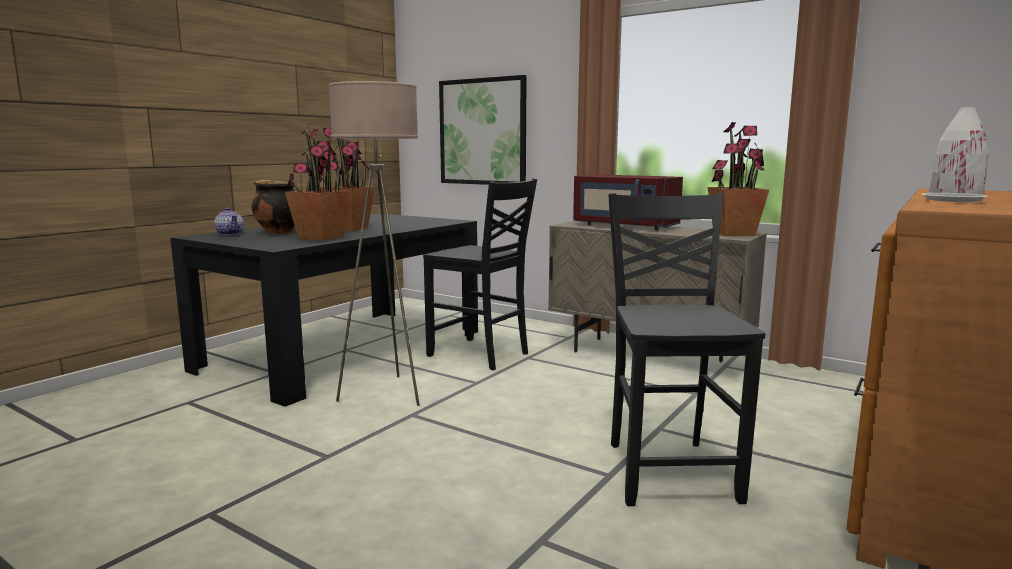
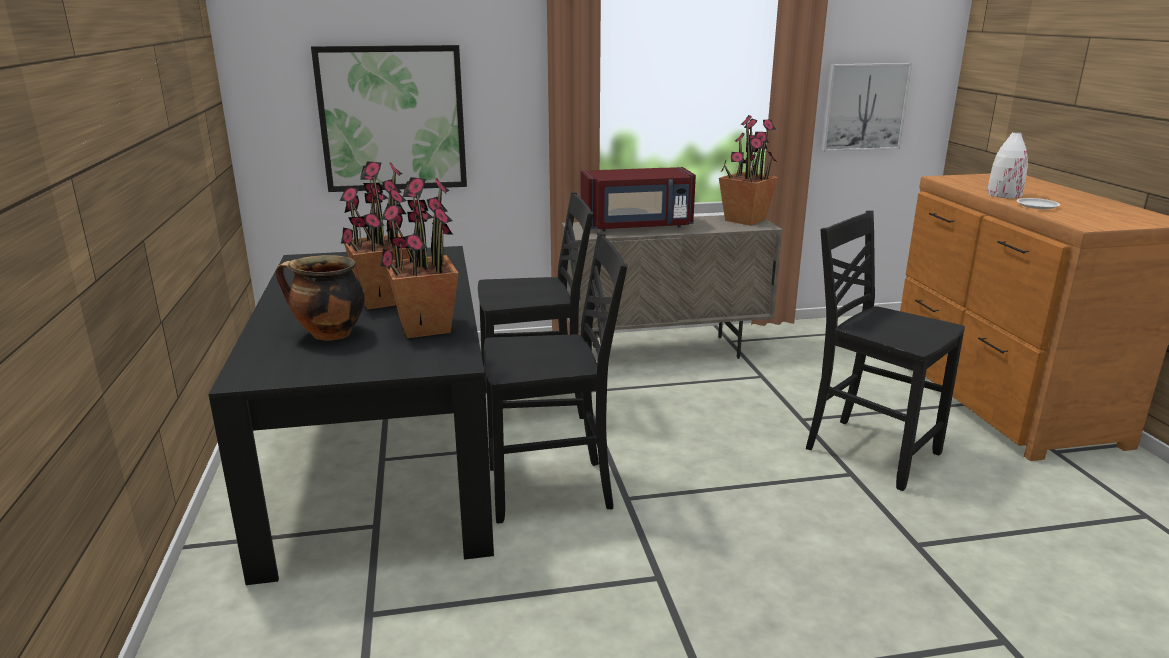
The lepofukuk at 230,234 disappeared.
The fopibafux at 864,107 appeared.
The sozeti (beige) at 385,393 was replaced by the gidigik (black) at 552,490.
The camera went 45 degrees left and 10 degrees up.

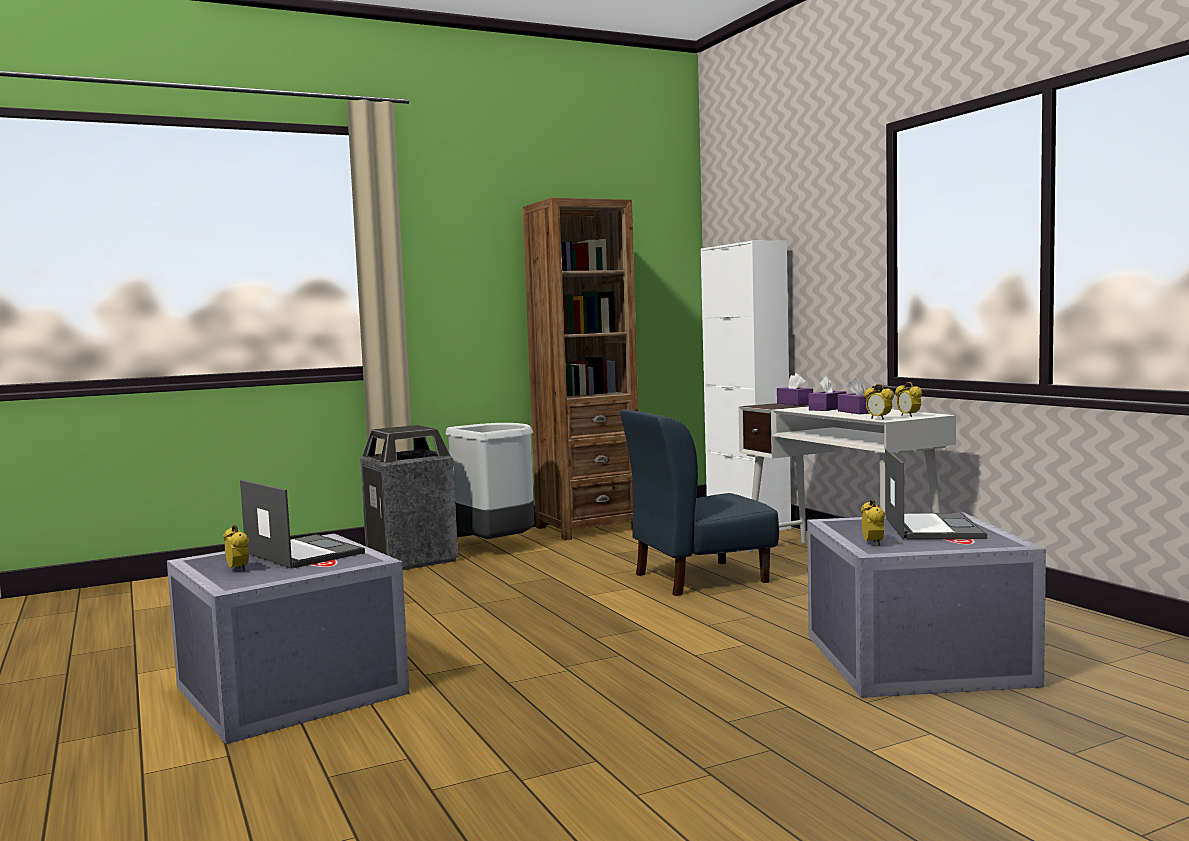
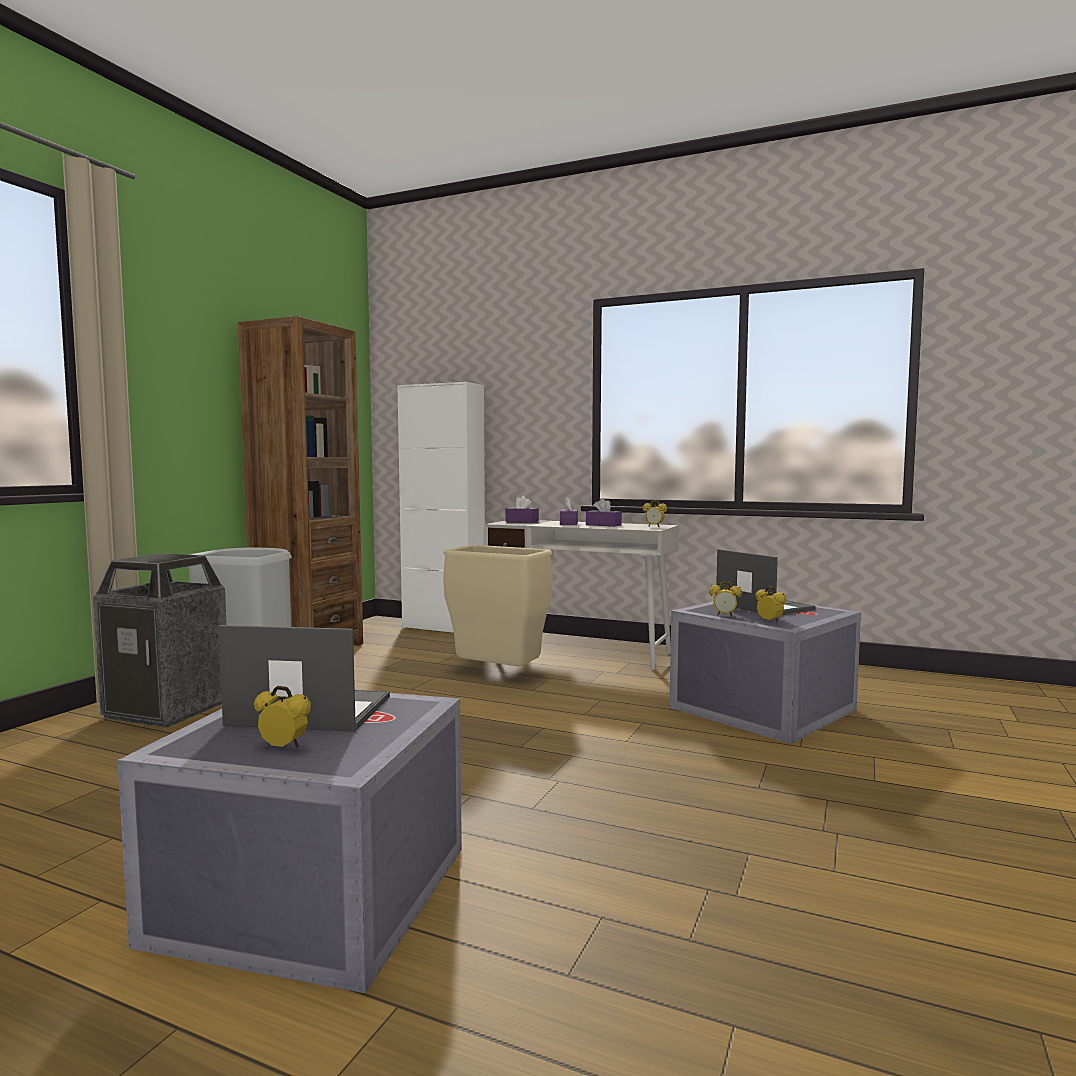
The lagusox moved from 879,419 to 724,615.
The gidigik (blue) at 699,578 was replaced by the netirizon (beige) at 497,677.
The camera went 40 degrees left and 0 degrees up.

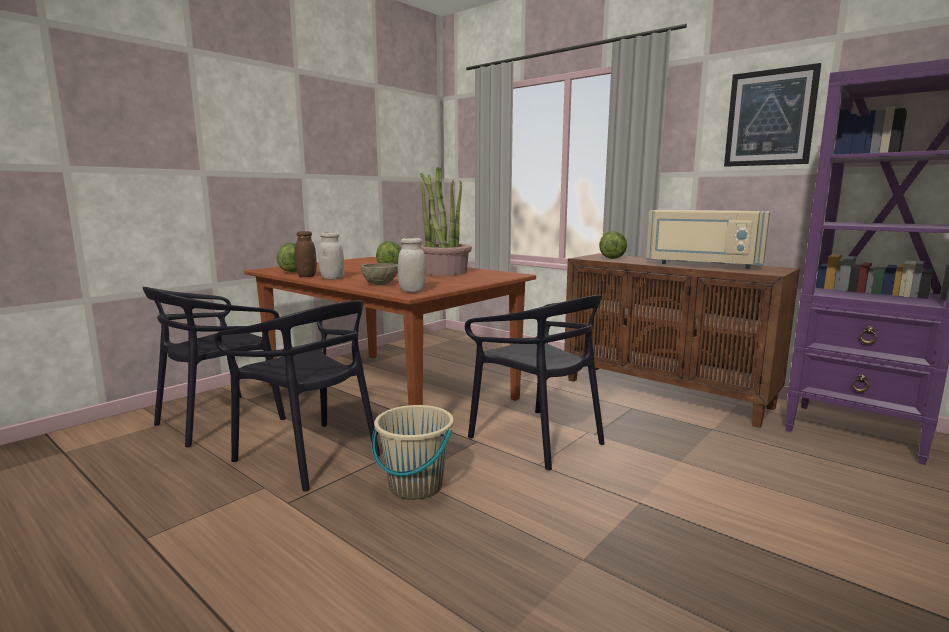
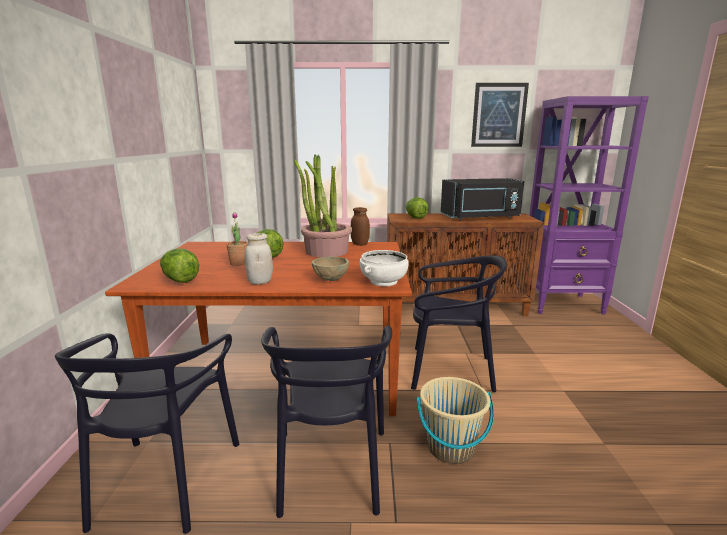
The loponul at 238,263 appeared.
The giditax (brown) moved from 306,276 to 360,244.
The giditax (white) at 412,291 was replaced by the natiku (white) at 383,281.
The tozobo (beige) at 703,265 became the tozobo (black) at 481,217.
The gidigik (black) at 309,455 turned 90 degrees clockwise.
The camera went 40 degrees left and 5 degrees up.

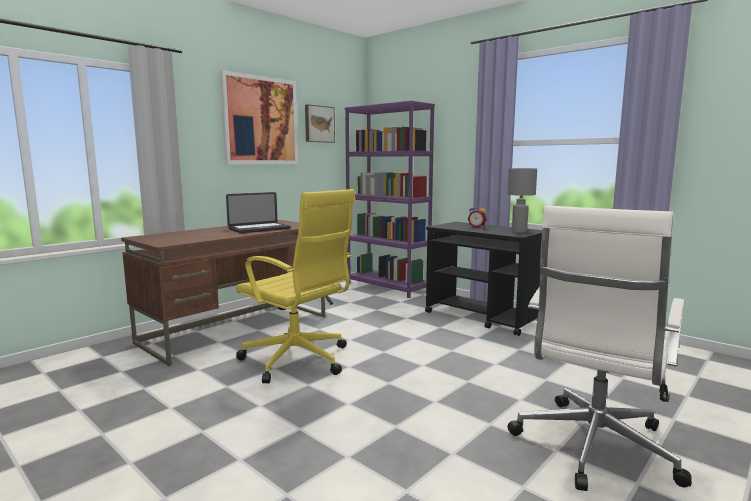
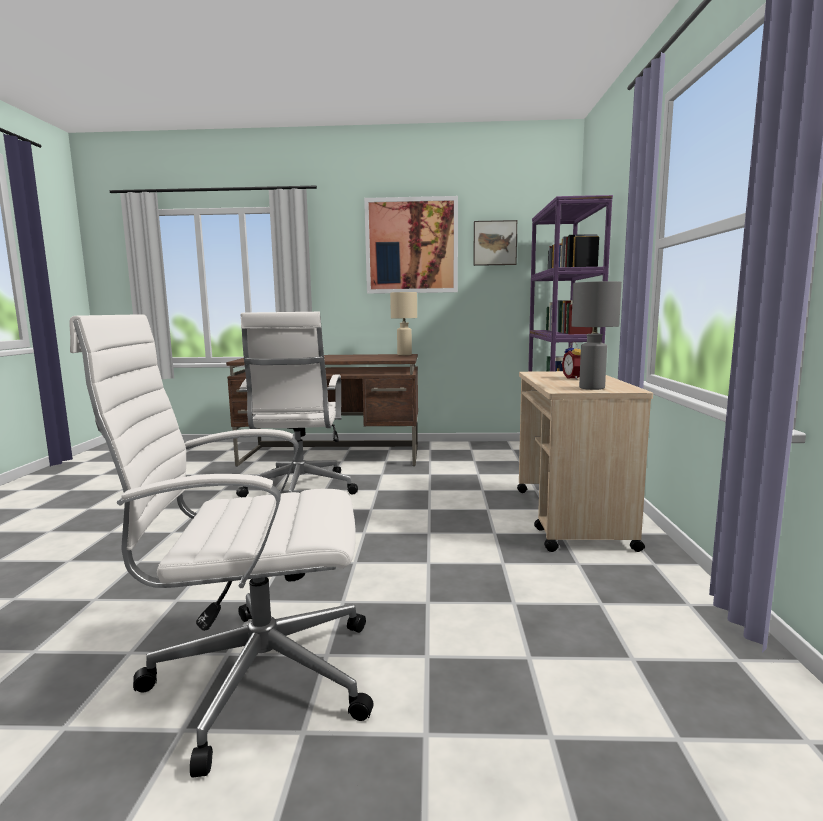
The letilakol at 259,229 disappeared.
The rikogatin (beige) at 404,354 appeared.
The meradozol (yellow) at 298,361 became the meradozol (white) at 299,491.
The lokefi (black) at 483,317 became the lokefi (beige) at 571,518.
The camera went 50 degrees right and 0 degrees up.

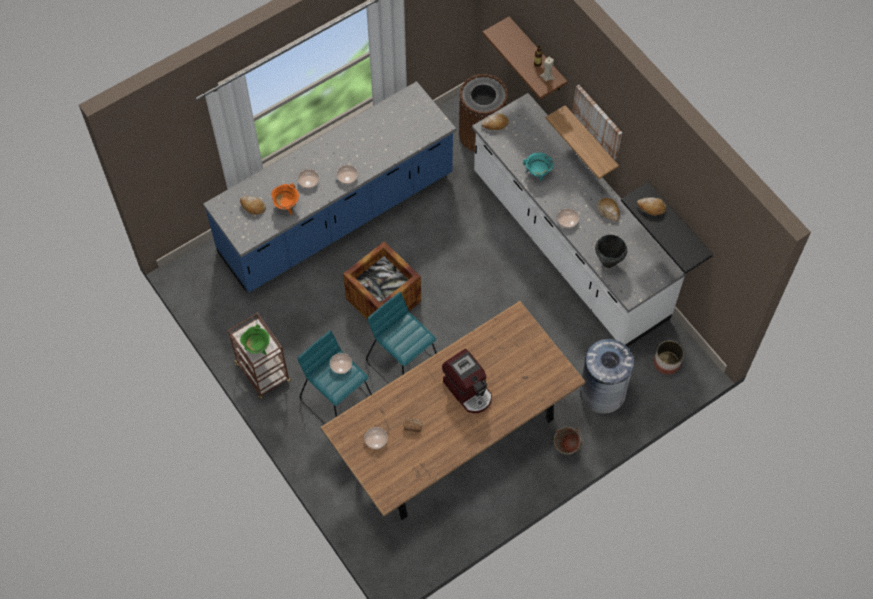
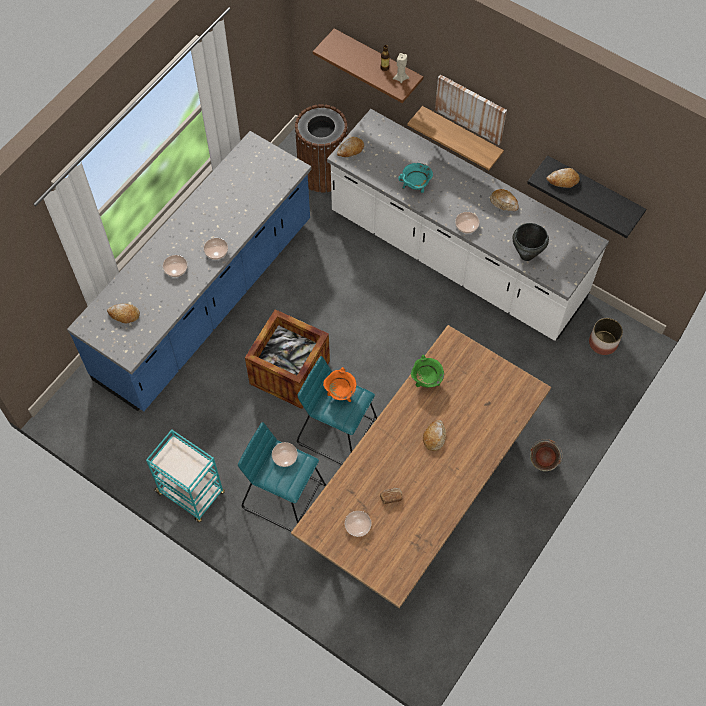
The netirizon (grey) at 602,392 disappeared.
The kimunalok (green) moved from 257,347 to 426,381.
The kimunalok (orange) moved from 286,206 to 340,393.
The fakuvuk at 468,390 was replaced by the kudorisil at 434,437.
The lokefi (brown) at 263,373 became the lokefi (turquoise) at 191,493.
The camera went 20 degrees left and 0 degrees up.

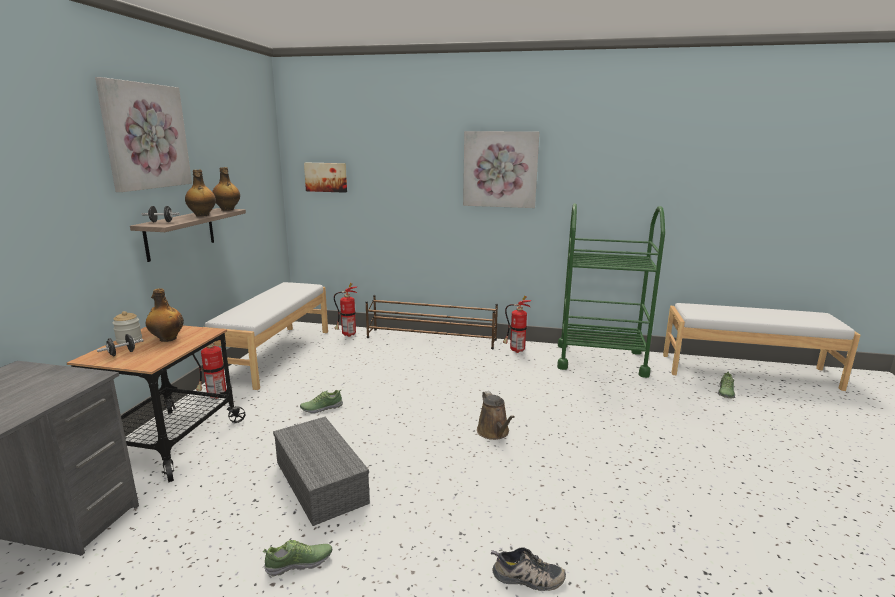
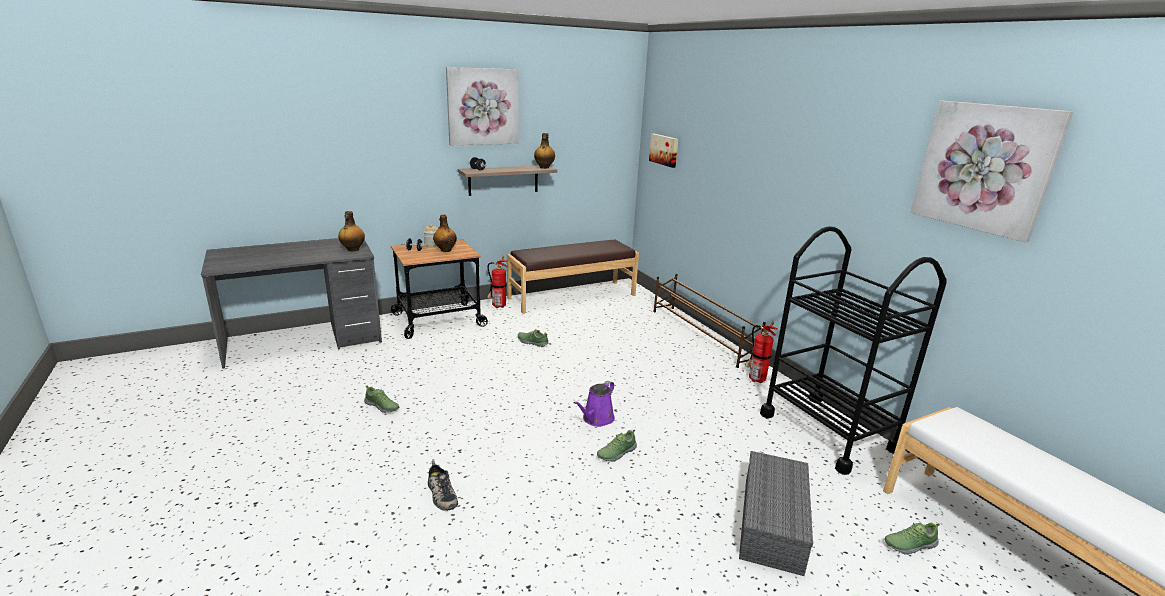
The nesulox at 347,335 disappeared.
The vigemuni at 616,453 appeared.
The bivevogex moved from 202,215 to 352,249.
The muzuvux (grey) moved from 322,482 to 773,525.
The fopibafux moved from 500,169 to 985,167.
The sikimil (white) at 274,355 became the sikimil (brown) at 572,296.
The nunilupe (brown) at 494,432 became the nunilupe (purple) at 596,419.
The lokefi (green) at 600,360 became the lokefi (black) at 827,432.
The camera went 50 degrees right and 5 degrees up.

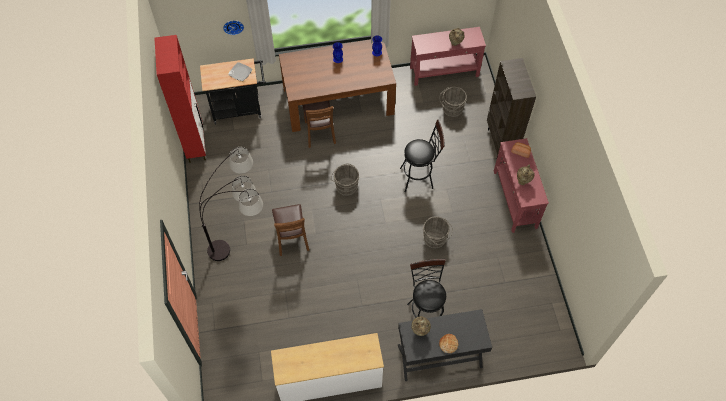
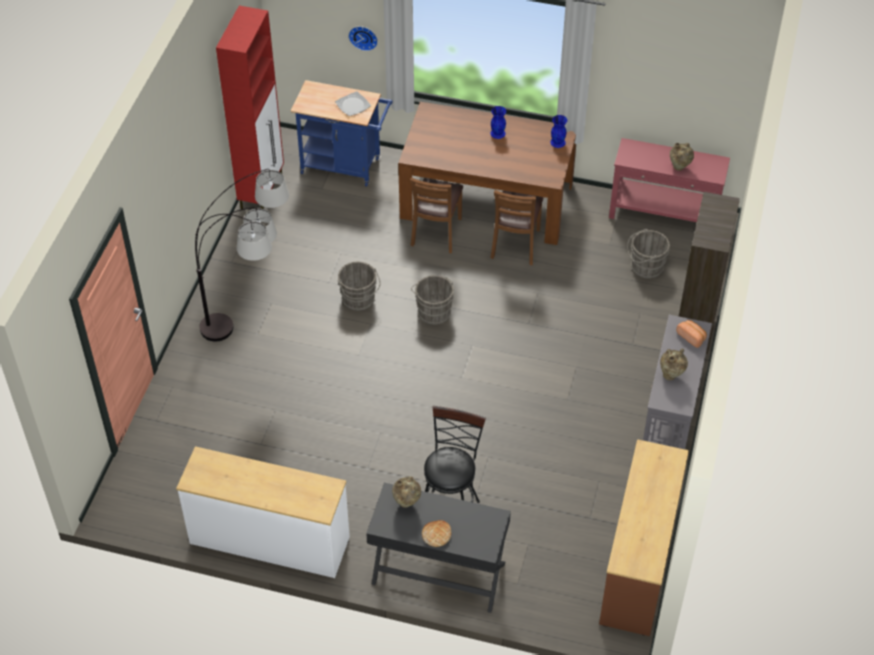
The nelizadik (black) at 420,177 disappeared.
The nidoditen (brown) at 639,565 appeared.
The gidigik (brown) moved from 291,238 to 516,244.
The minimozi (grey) moved from 435,239 to 359,300.
The lokefi (black) at 240,109 became the lokefi (blue) at 345,166.
The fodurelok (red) at 514,199 became the fodurelok (grey) at 670,416.
The camera went 25 degrees right and 10 degrees down.

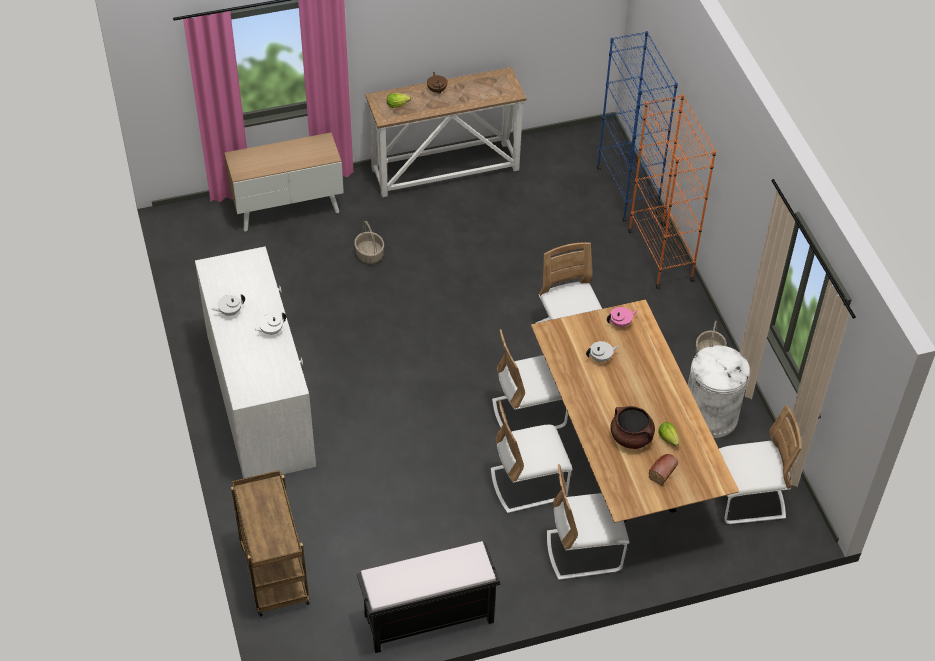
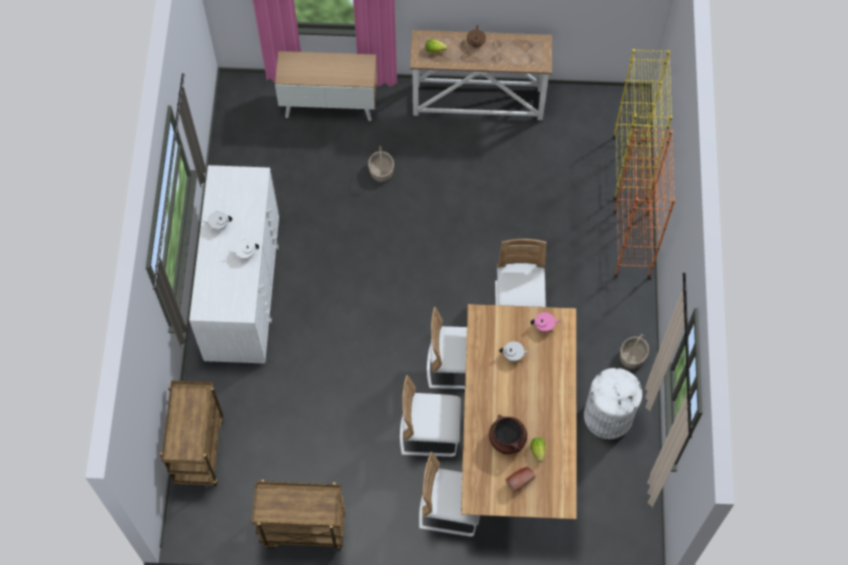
The gidigik (white) at 747,499 disappeared.
The sikimil (black) at 427,620 was replaced by the lokefi (brown) at 303,529.
The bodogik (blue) at 627,190 became the bodogik (yellow) at 630,168.
The camera went 20 degrees right and 15 degrees up.

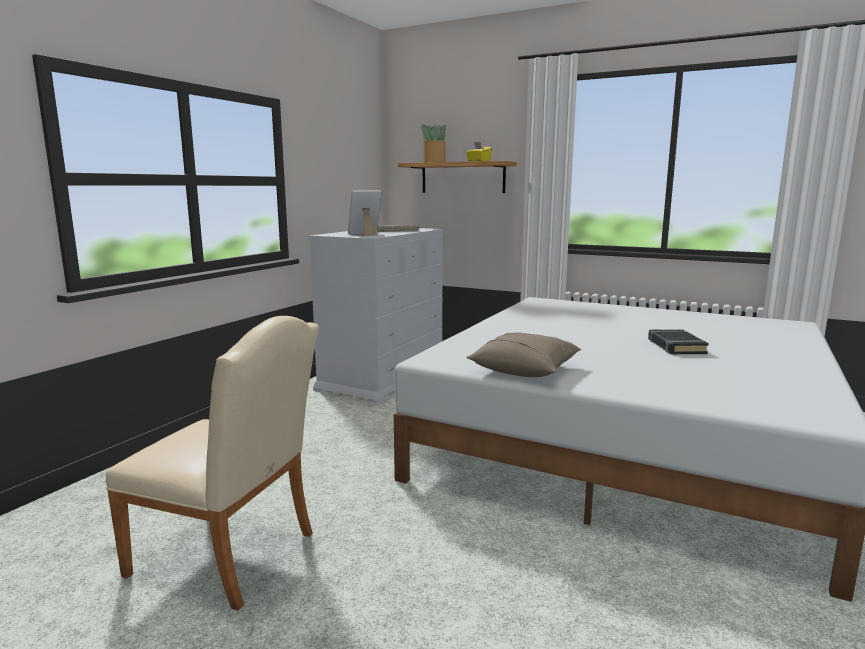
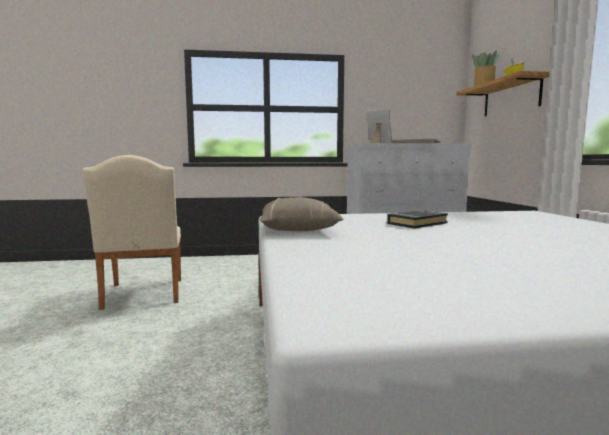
The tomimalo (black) moved from 675,346 to 417,223.
The camera went 55 degrees right and 5 degrees down.

